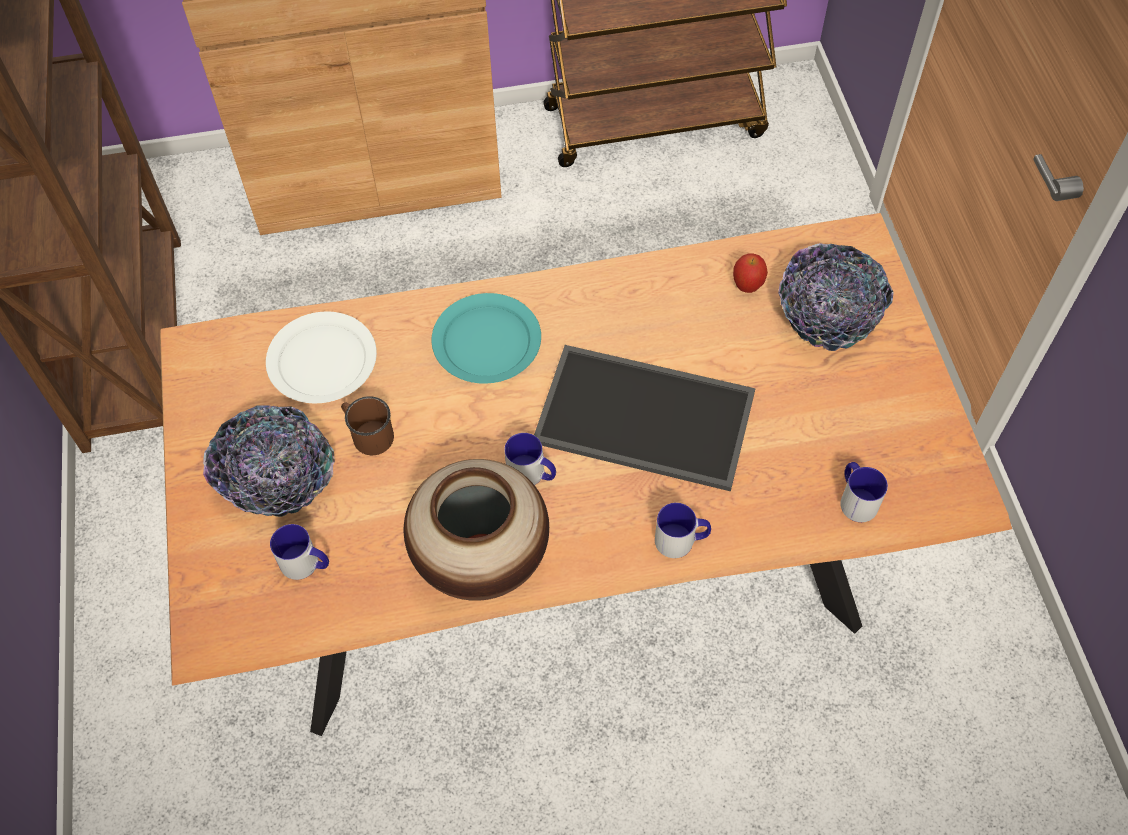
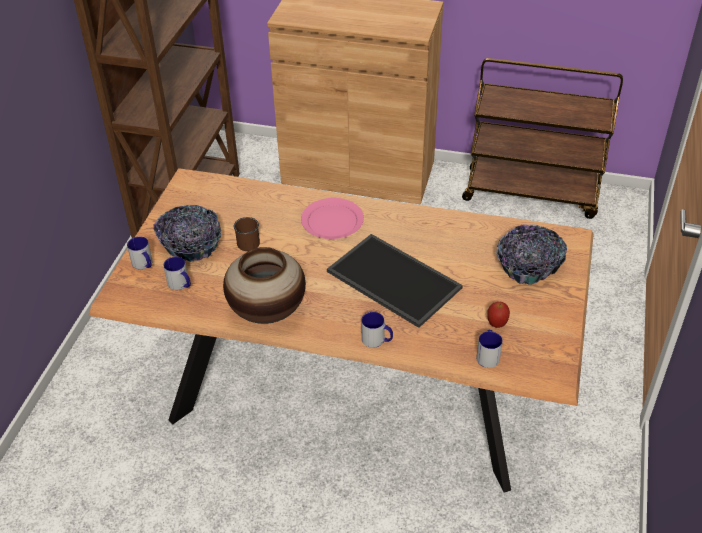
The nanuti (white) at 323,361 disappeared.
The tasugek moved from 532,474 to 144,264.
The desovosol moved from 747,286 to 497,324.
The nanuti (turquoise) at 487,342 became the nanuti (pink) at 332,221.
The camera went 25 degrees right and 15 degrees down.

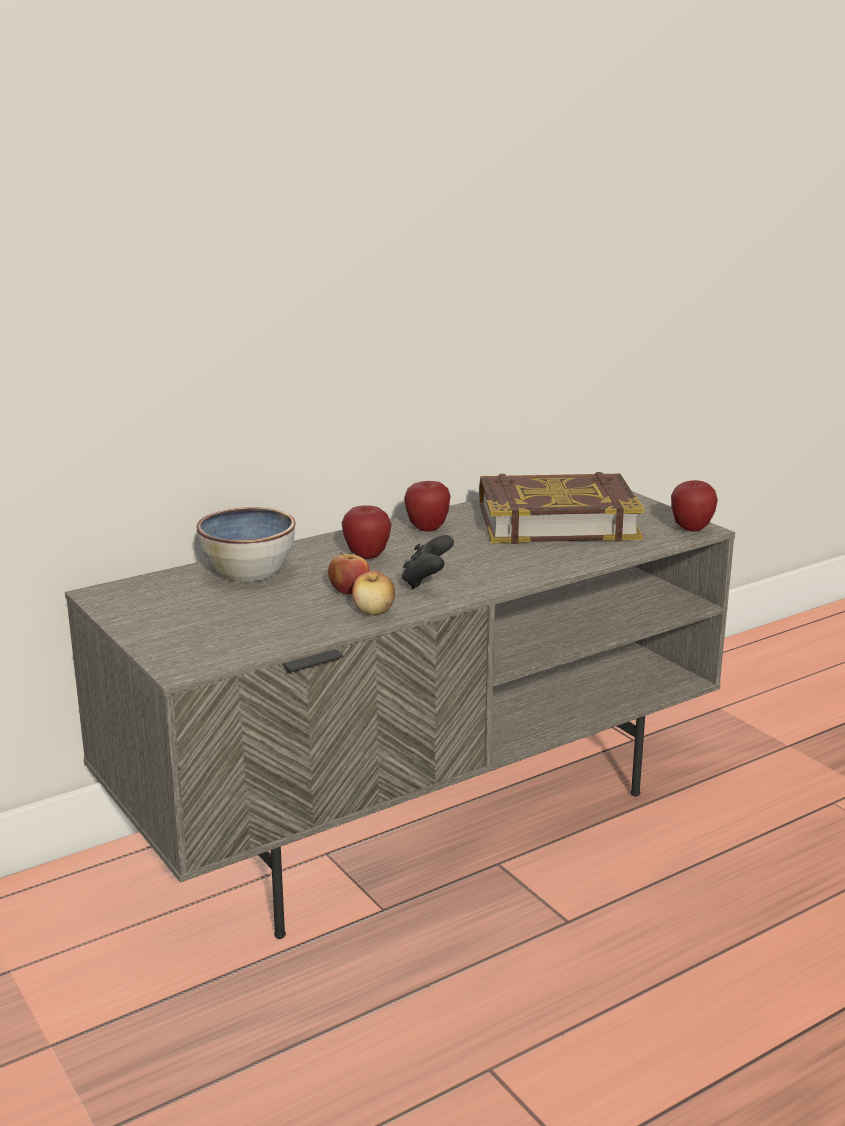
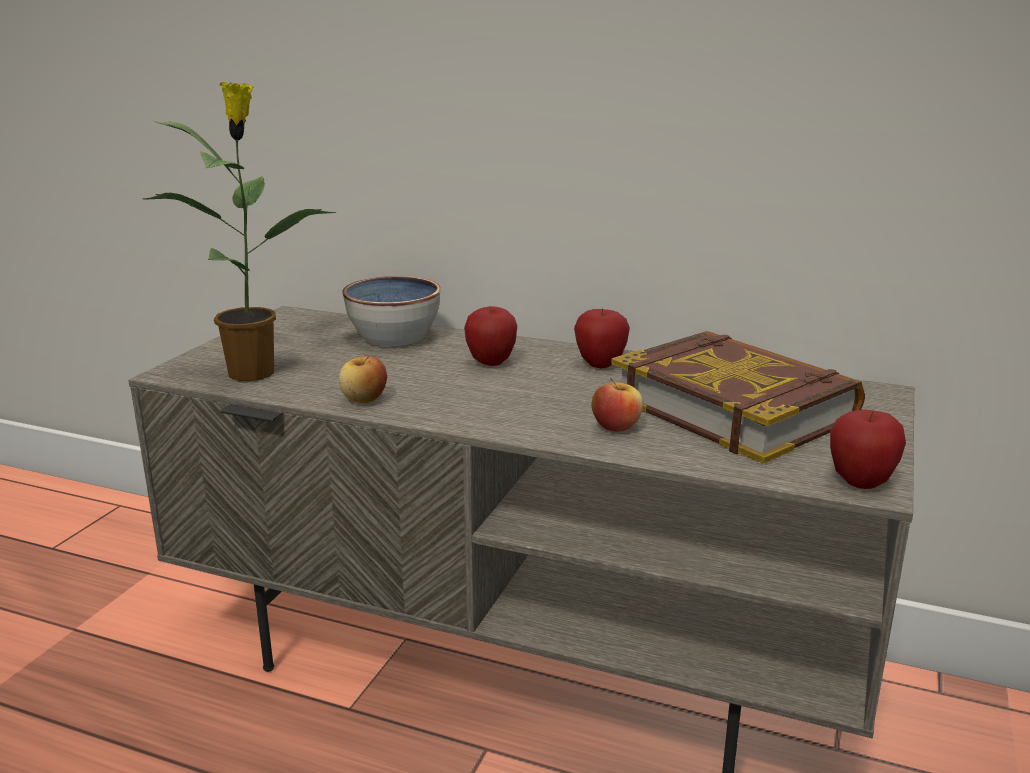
The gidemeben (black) at 426,582 disappeared.
The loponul at 254,372 appeared.
The desovosol moved from 349,590 to 616,427.
The camera went 55 degrees right and 0 degrees up.

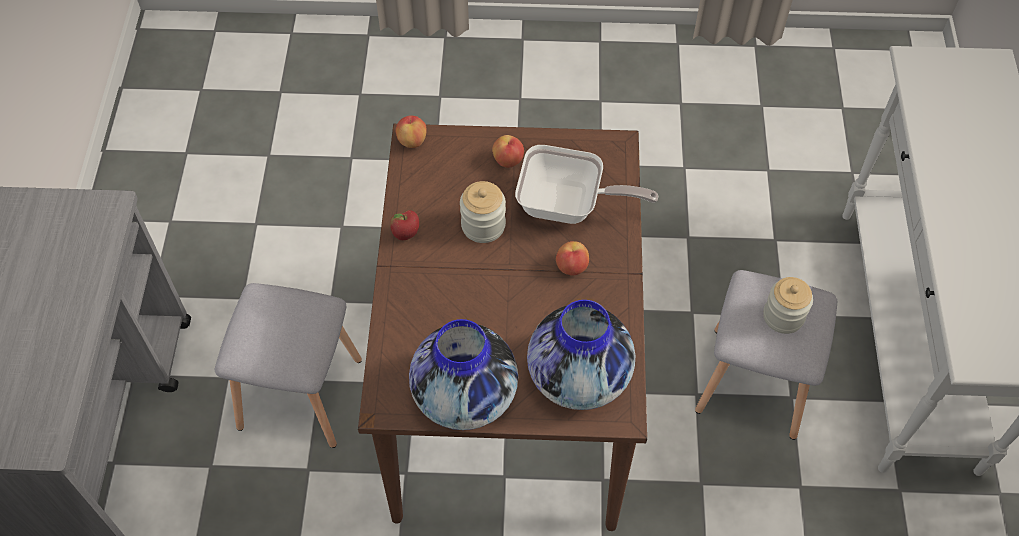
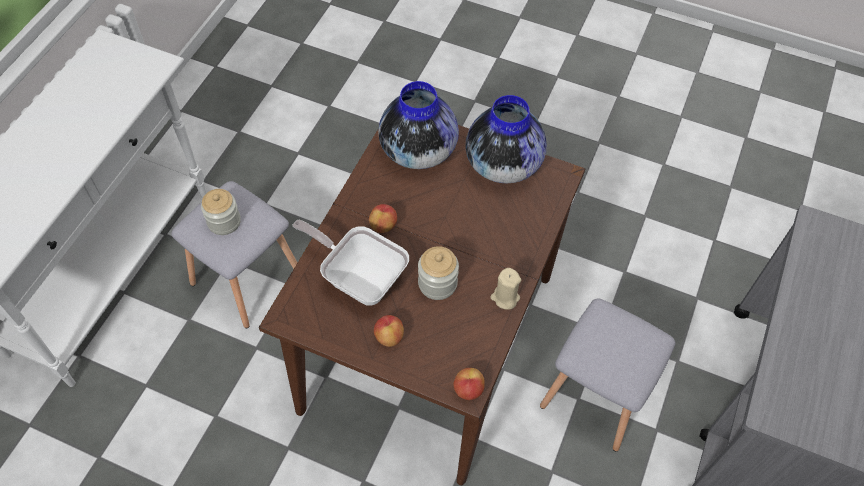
The desovosol at 406,234 was replaced by the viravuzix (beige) at 505,297.
The camera went 160 degrees left and 0 degrees up.

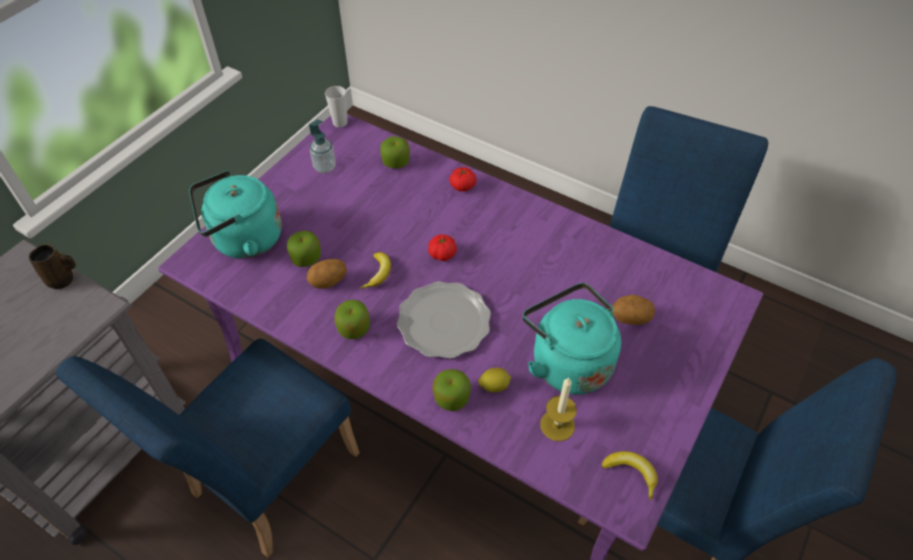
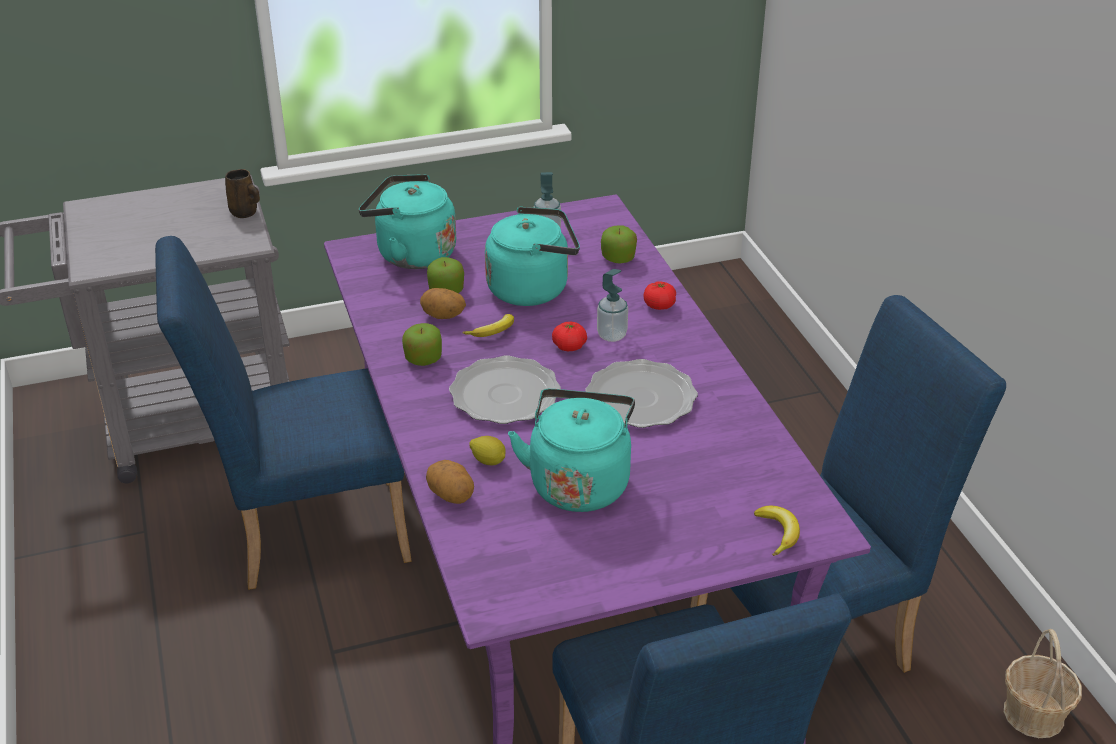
The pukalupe at 340,123 disappeared.
The desovosol at 451,398 disappeared.
The viravuzix at 557,425 disappeared.
The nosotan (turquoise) at 533,288 appeared.
The nanuti at 640,398 appeared.
The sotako at 612,335 appeared.
The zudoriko at 1033,714 appeared.
The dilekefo moved from 631,473 to 778,533.
The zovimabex moved from 630,318 to 451,496.
The camera went 40 degrees right and 15 degrees down.

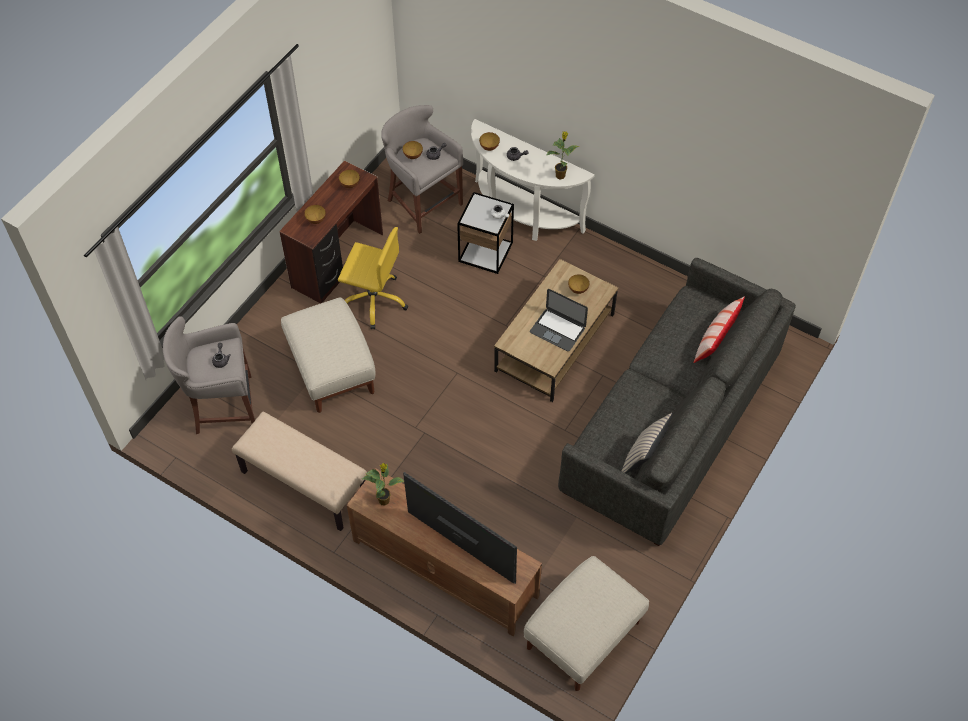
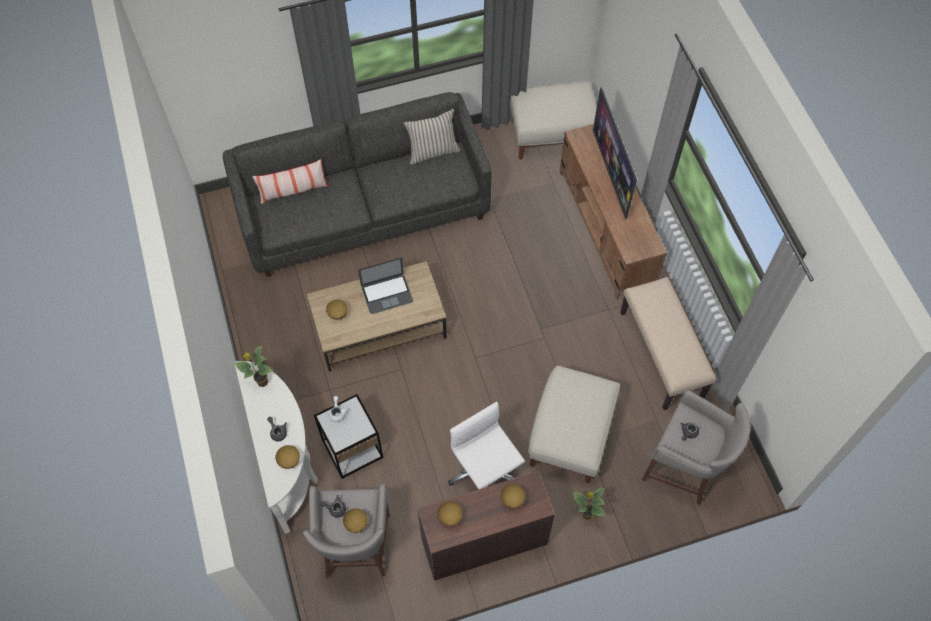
The loponul moved from 384,500 to 586,514.
The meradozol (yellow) at 374,300 became the meradozol (white) at 485,474.
The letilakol at 557,329 turned 90 degrees clockwise.
The camera went 140 degrees left and 5 degrees up.

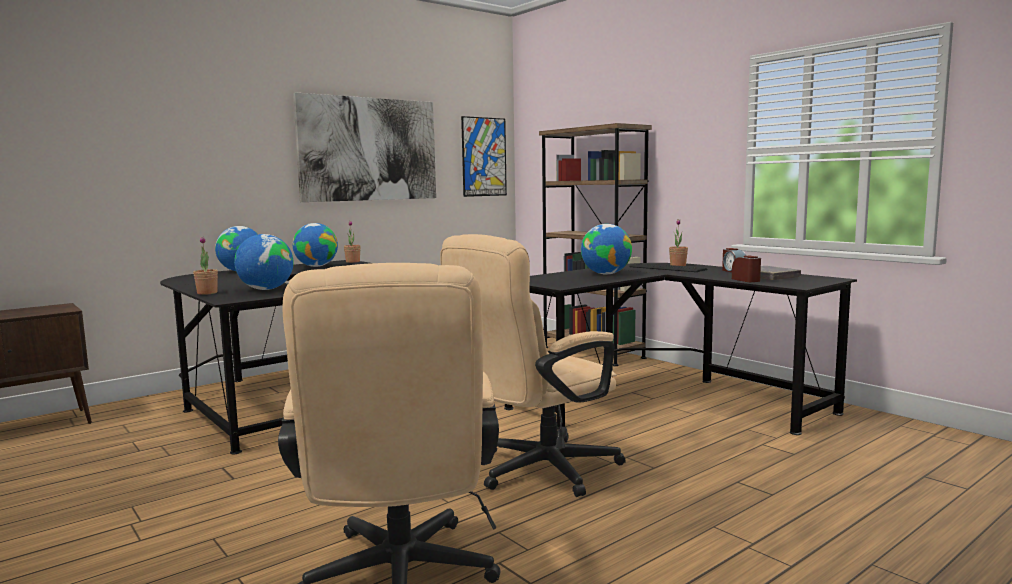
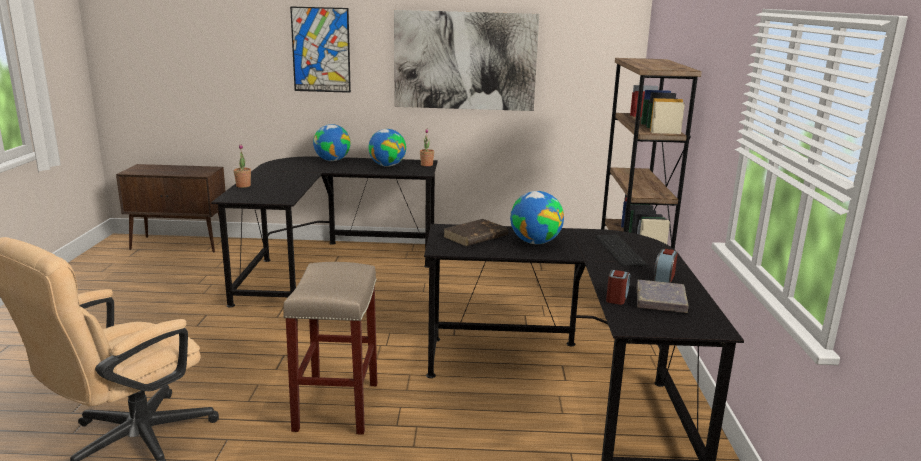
The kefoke at 266,289 disappeared.
The loponul at 678,265 disappeared.
The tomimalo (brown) at 475,236 appeared.
The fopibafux moved from 484,157 to 321,50.
The meradozol (beige) at 535,471 was replaced by the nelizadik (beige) at 336,405.
The camera went 40 degrees right and 10 degrees up.

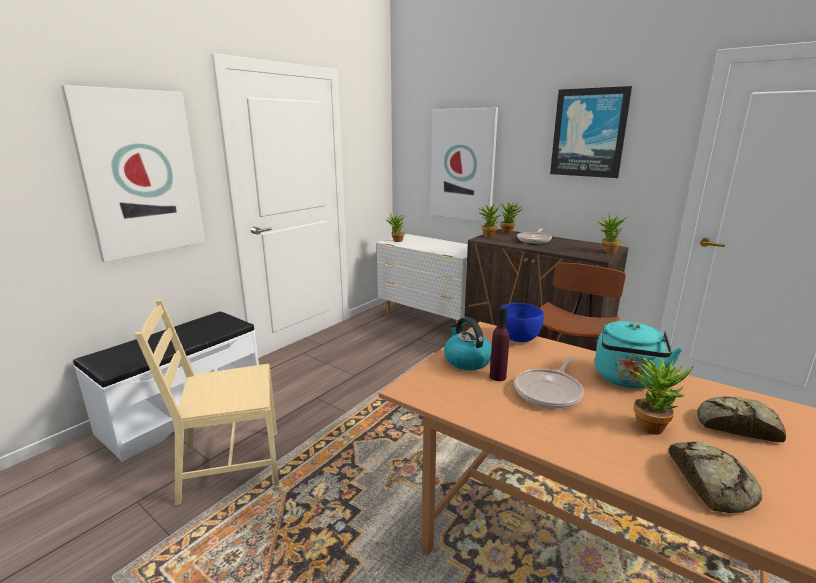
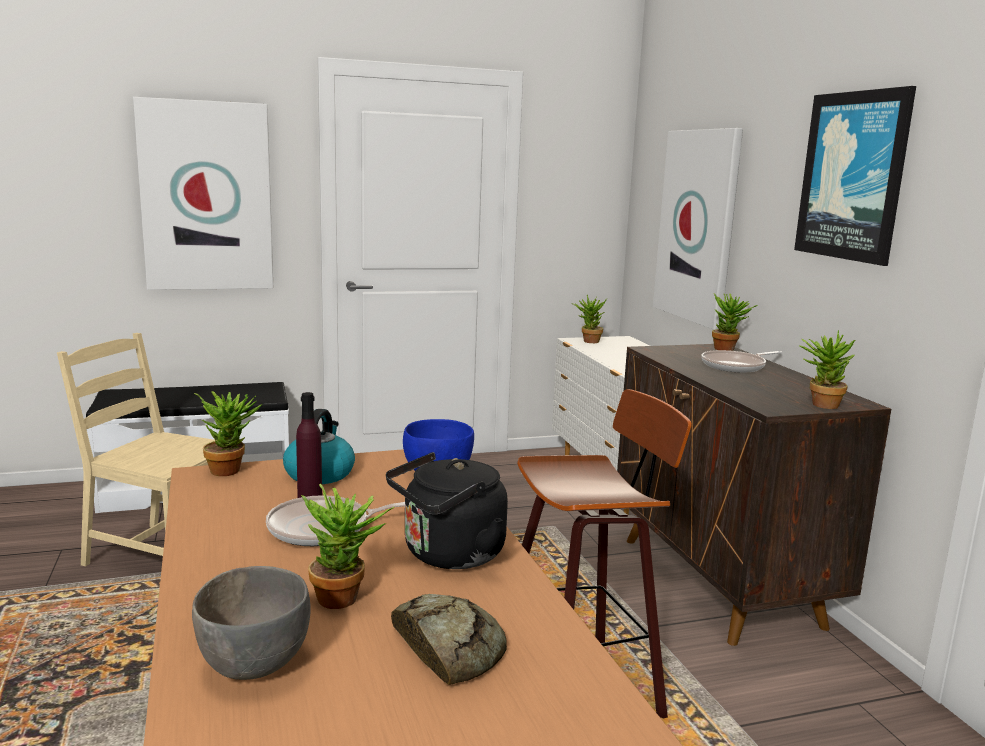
The loponul moved from 488,235 to 230,469.
The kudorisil at 711,482 was replaced by the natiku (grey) at 254,663.
The nosotan (turquoise) at 626,379 became the nosotan (black) at 449,555.
The camera went 35 degrees right and 5 degrees down.

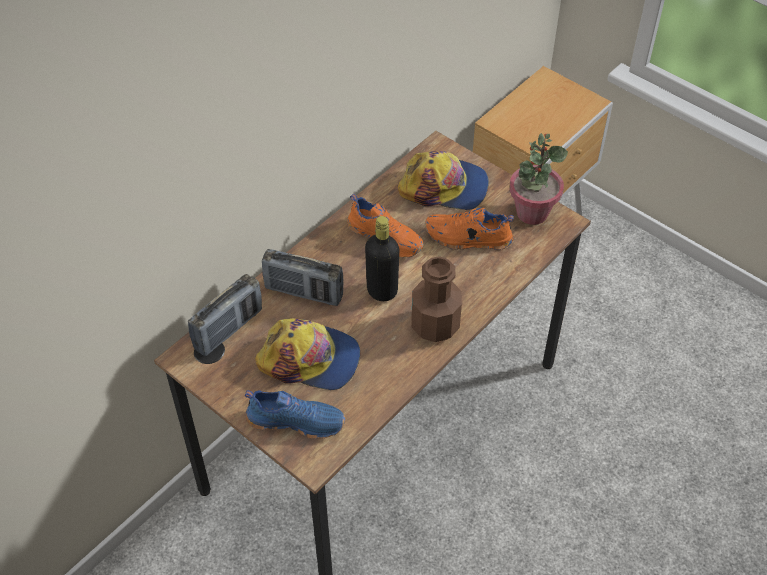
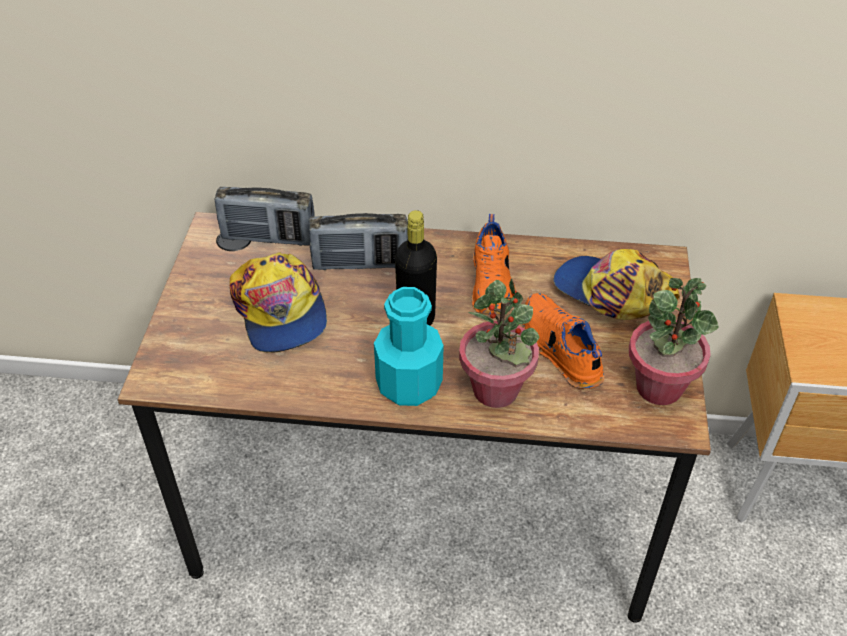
The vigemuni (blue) at 296,420 disappeared.
The loponul at 496,390 appeared.
The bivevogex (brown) at 435,325 became the bivevogex (turquoise) at 409,384.
The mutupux at 304,292 turned 75 degrees counterclockwise.
The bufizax at 444,187 turned 150 degrees clockwise.
The camera went 55 degrees right and 5 degrees down.

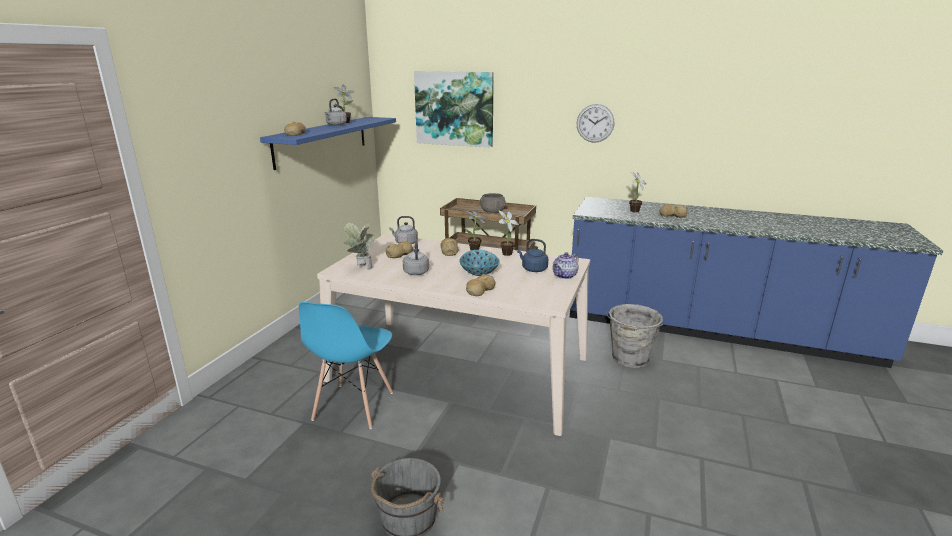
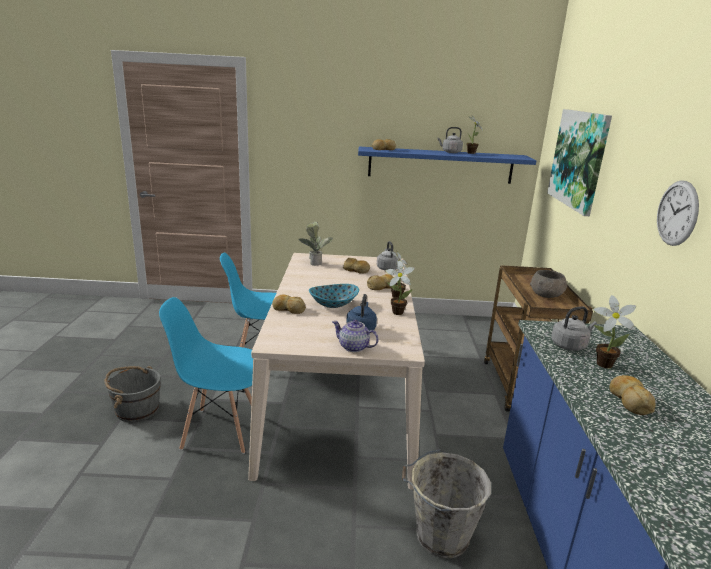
The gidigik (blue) at 220,430 appeared.
The nosotan (grey) moved from 416,272 to 570,345.
The camera went 70 degrees right and 0 degrees up.

